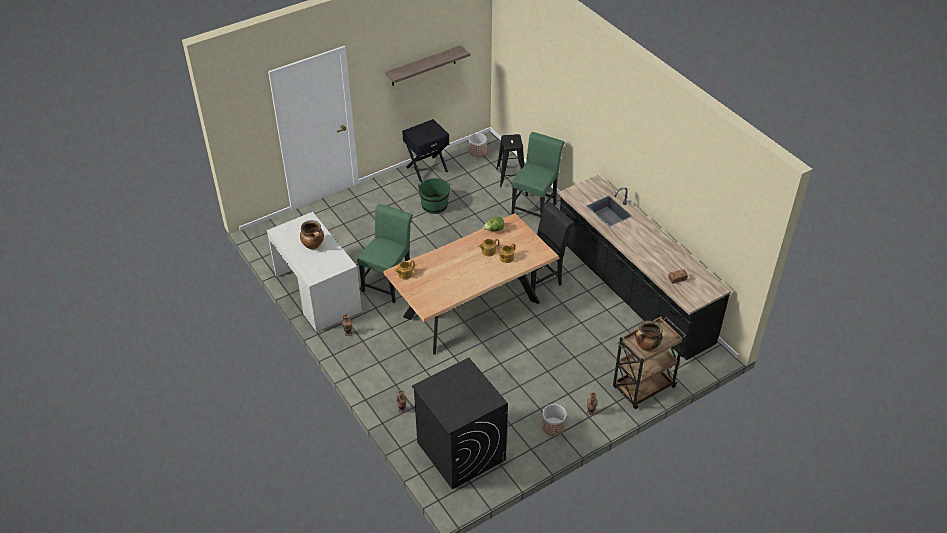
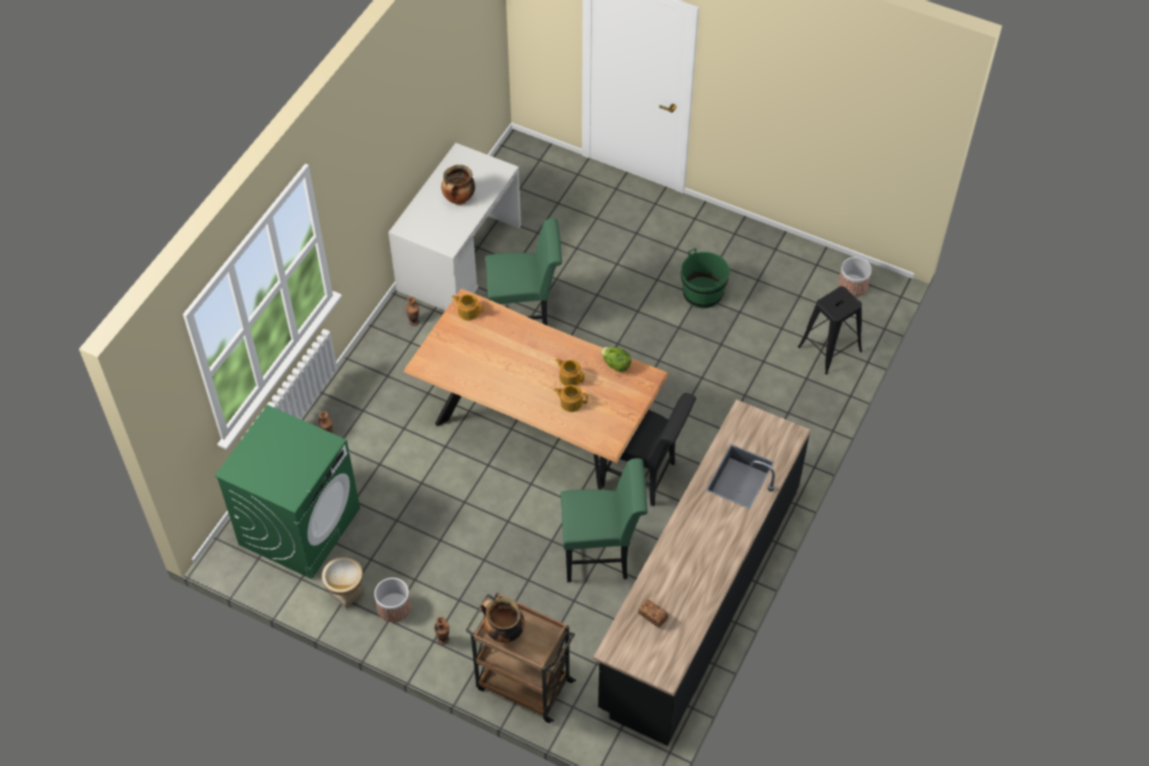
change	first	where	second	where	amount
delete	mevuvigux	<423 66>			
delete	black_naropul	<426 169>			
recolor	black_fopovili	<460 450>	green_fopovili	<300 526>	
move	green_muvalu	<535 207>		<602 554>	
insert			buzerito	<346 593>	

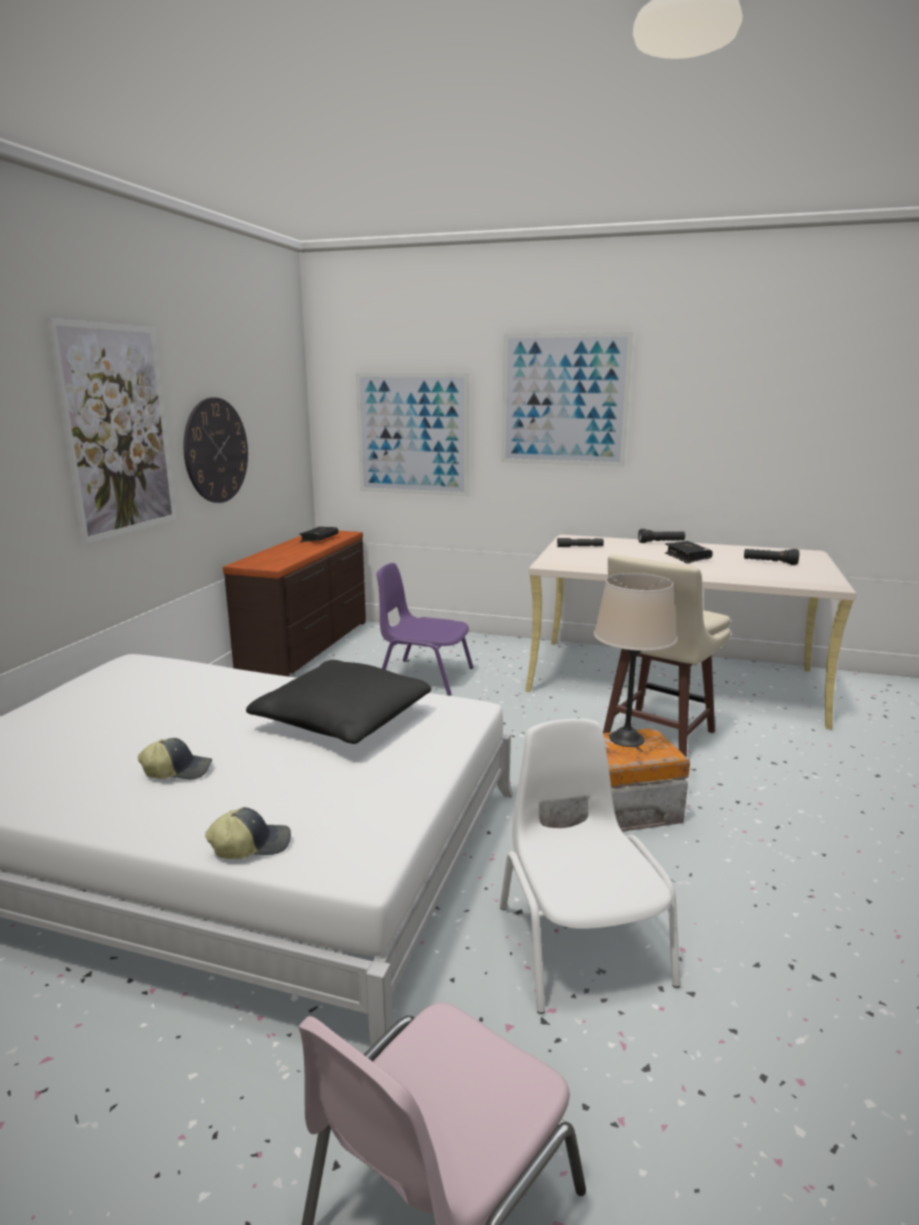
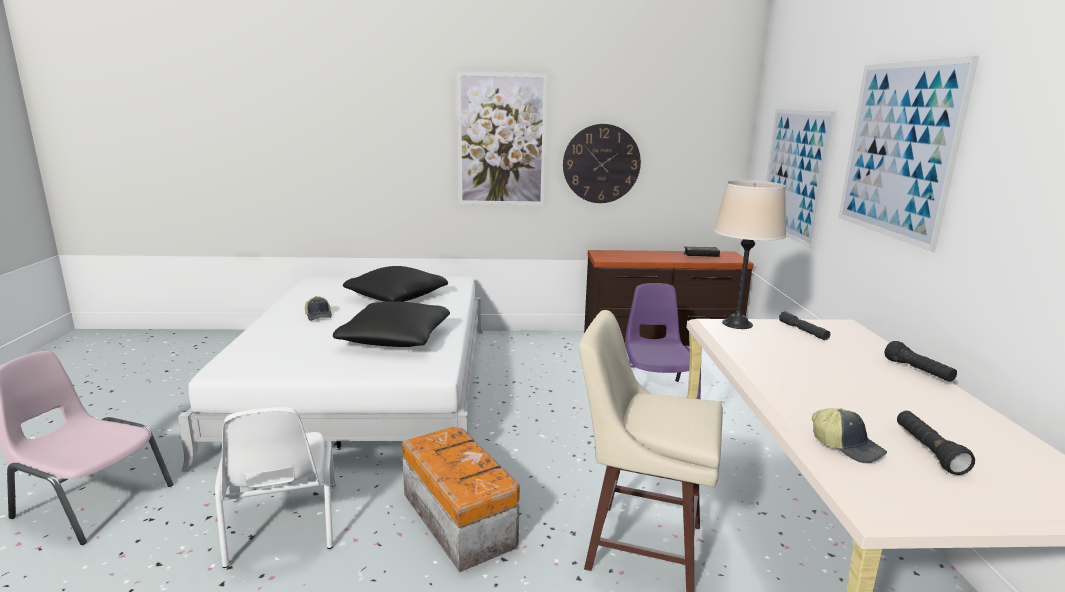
change	first	where	second	where	amount
move	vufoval	<251 845>		<847 446>	
rotate	white_muvalu	<581 942>		<281 524>	105 degrees clockwise
move	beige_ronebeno	<626 739>		<737 324>	
delete	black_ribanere	<687 557>			
insert			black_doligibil	<397 297>	

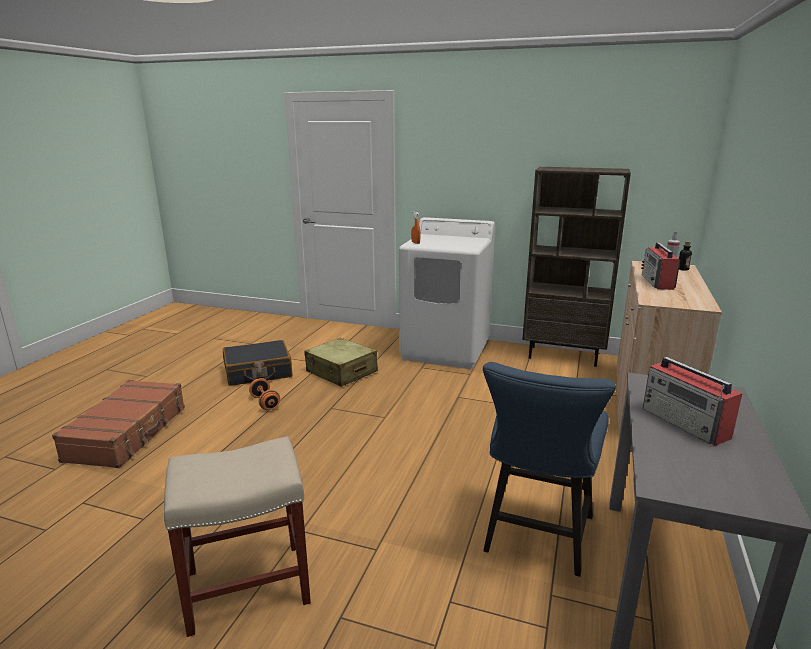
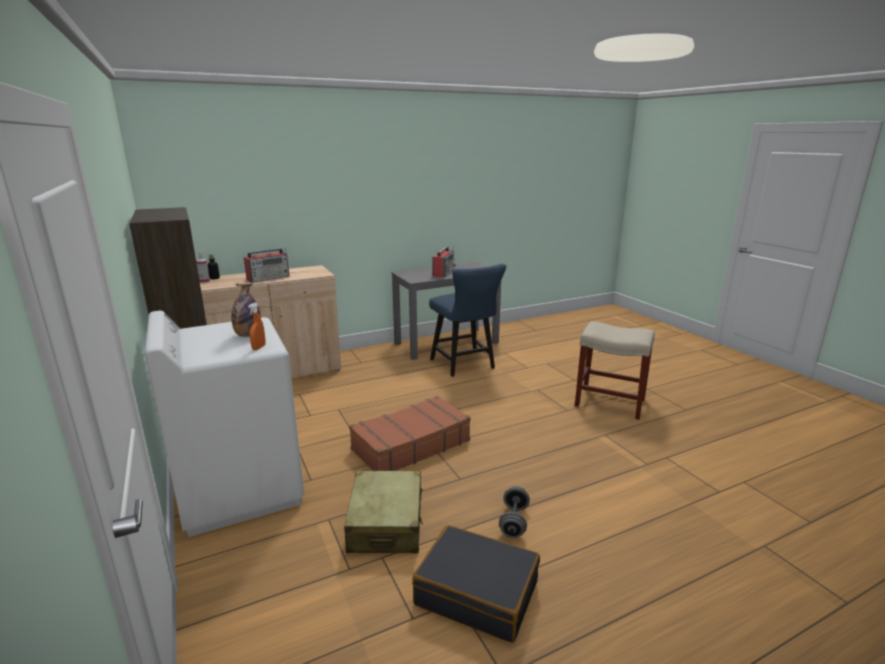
change	first	where	second	where	amount
move	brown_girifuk	<128 433>		<410 445>	
recolor	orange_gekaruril	<265 403>	grey_gekaruril	<514 522>	
rotate	blue_muvalu	<536 539>		<465 365>	90 degrees clockwise
insert			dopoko	<248 335>	

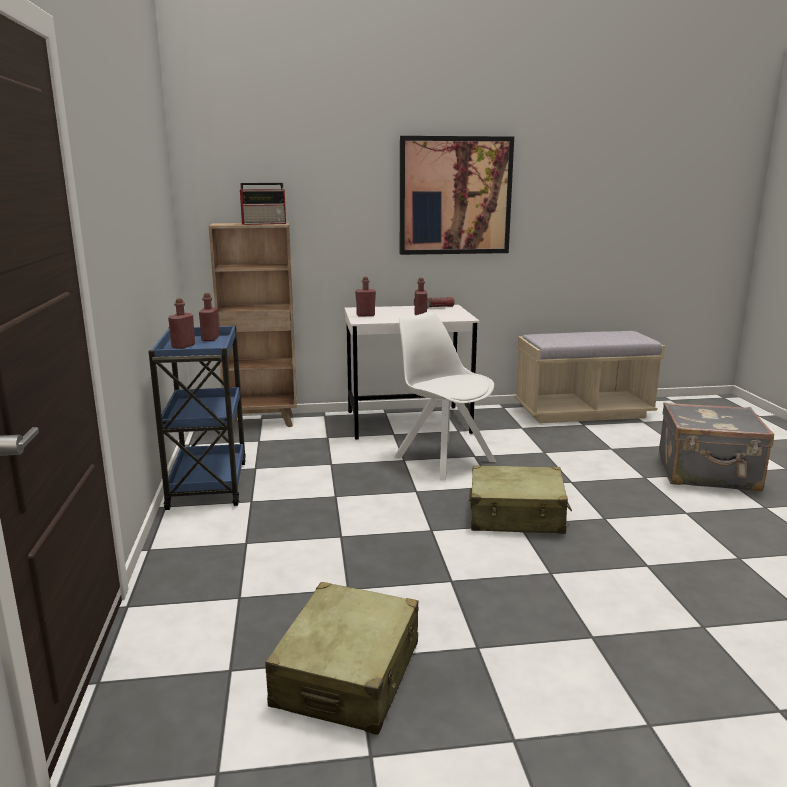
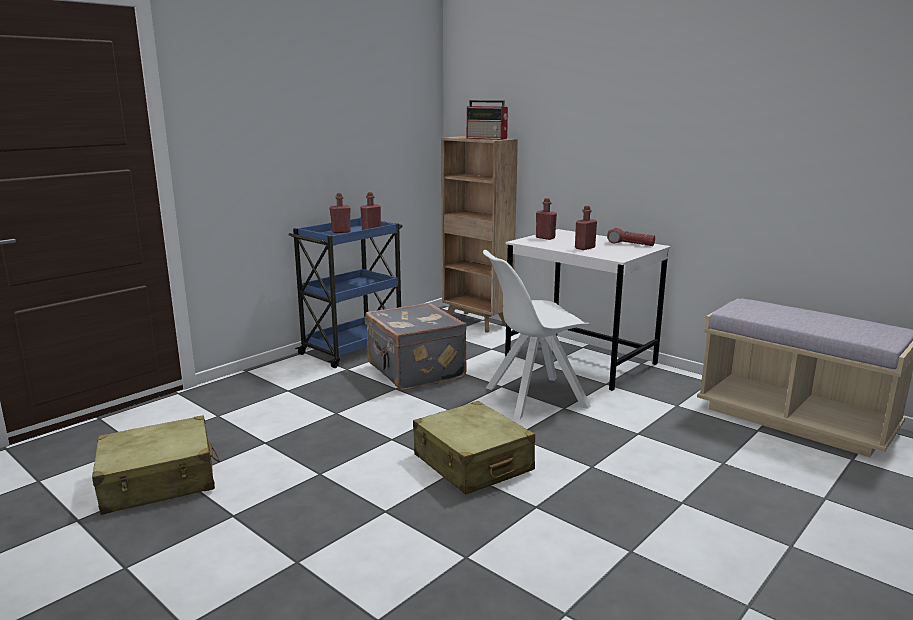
change	first	where	second	where	amount
rotate	white_muvalu	<442 458>		<533 398>	120 degrees counterclockwise
delete	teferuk	<455 196>			
move	grey_girifuk	<708 475>		<414 372>	

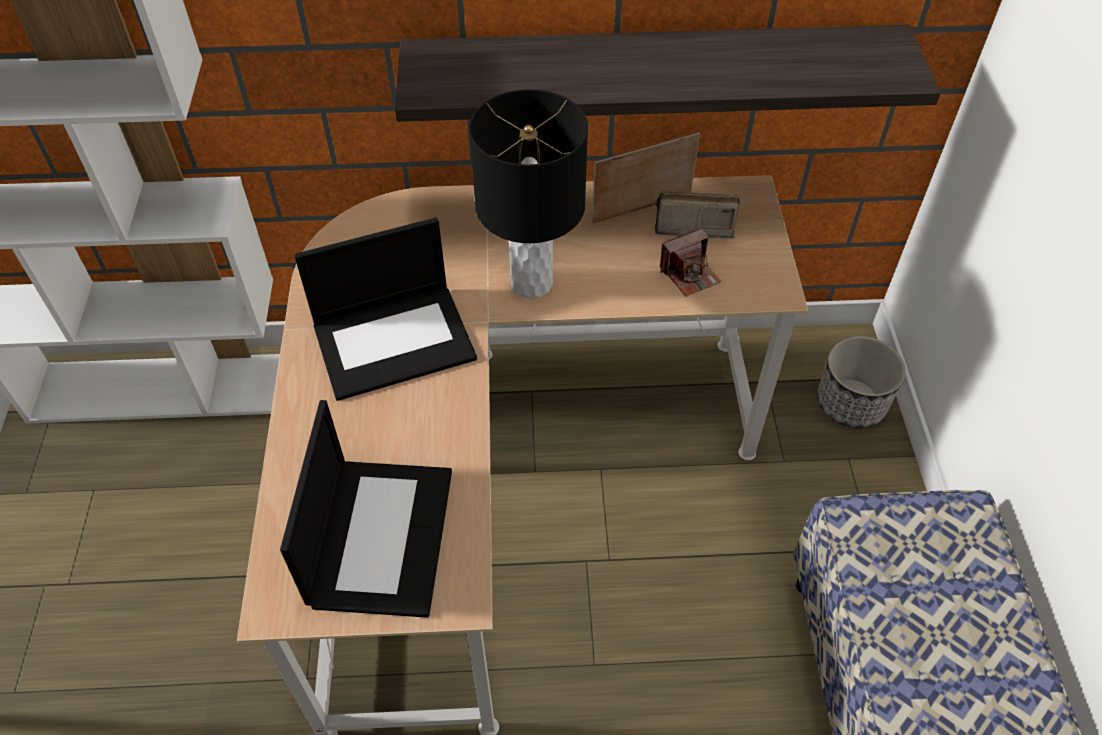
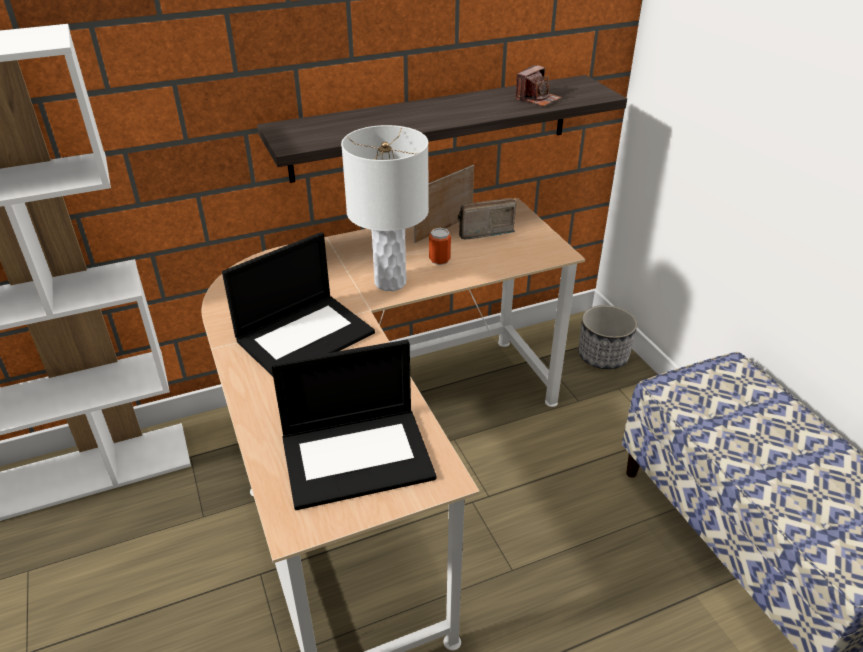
change	first	where	second	where	amount
rotate	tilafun	<380 535>		<358 455>	90 degrees clockwise
recolor	black_ronebeno	<531 283>	white_ronebeno	<390 283>	
move	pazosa	<689 274>		<537 99>	
insert			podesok	<439 260>	

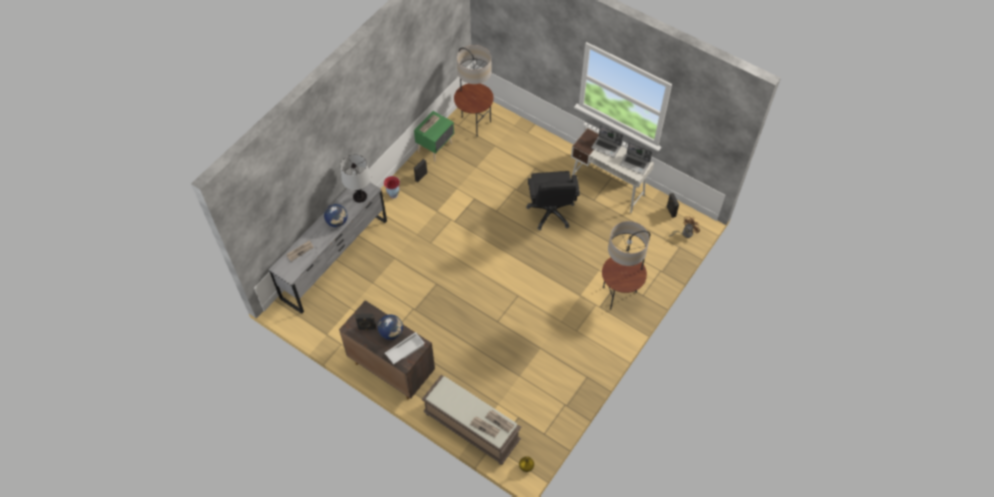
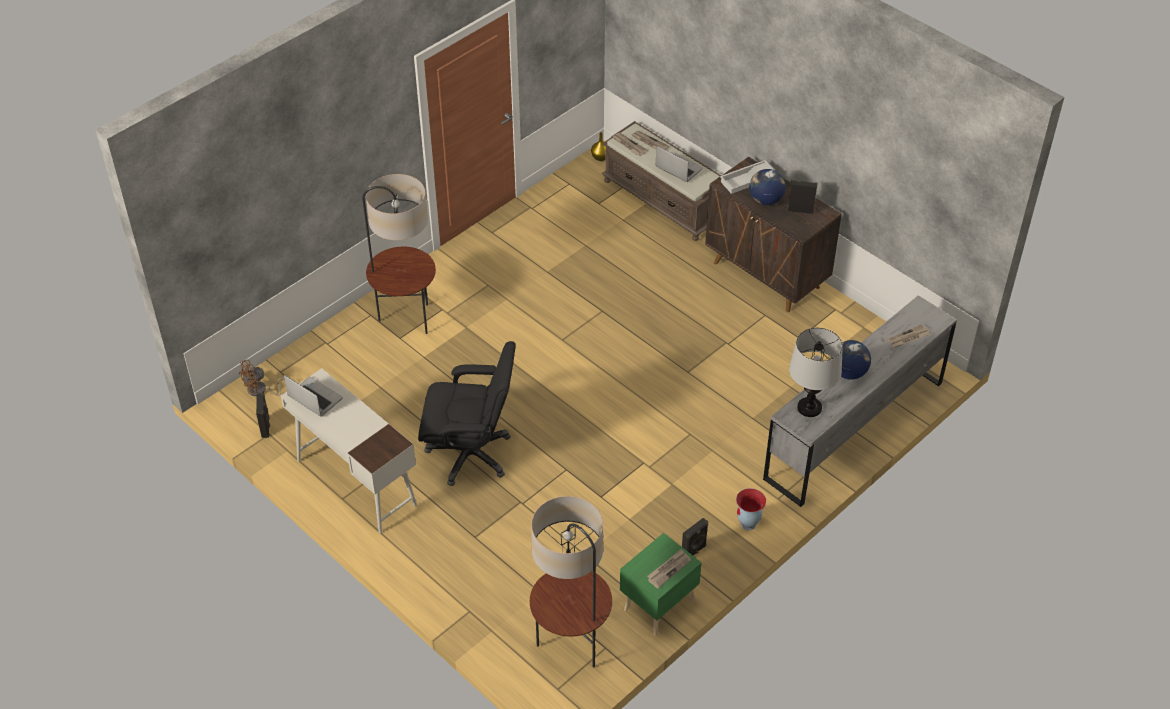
change	first	where	second	where	amount
rotate	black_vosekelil	<551 212>		<471 454>	90 degrees clockwise
move	tilafun	<606 147>		<678 168>	

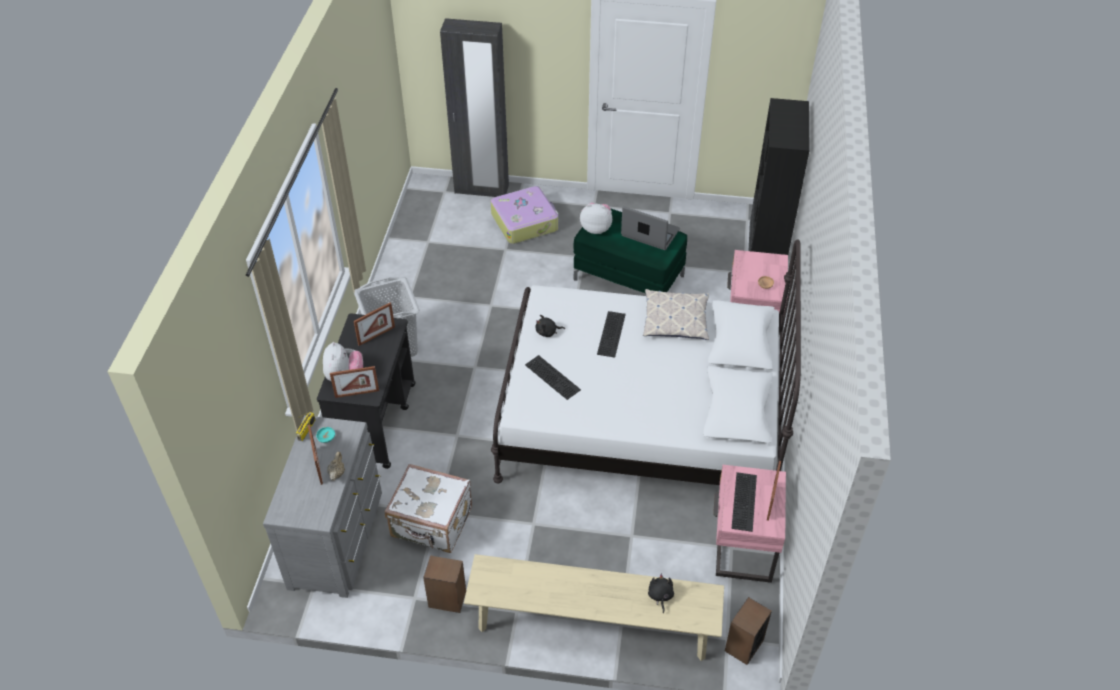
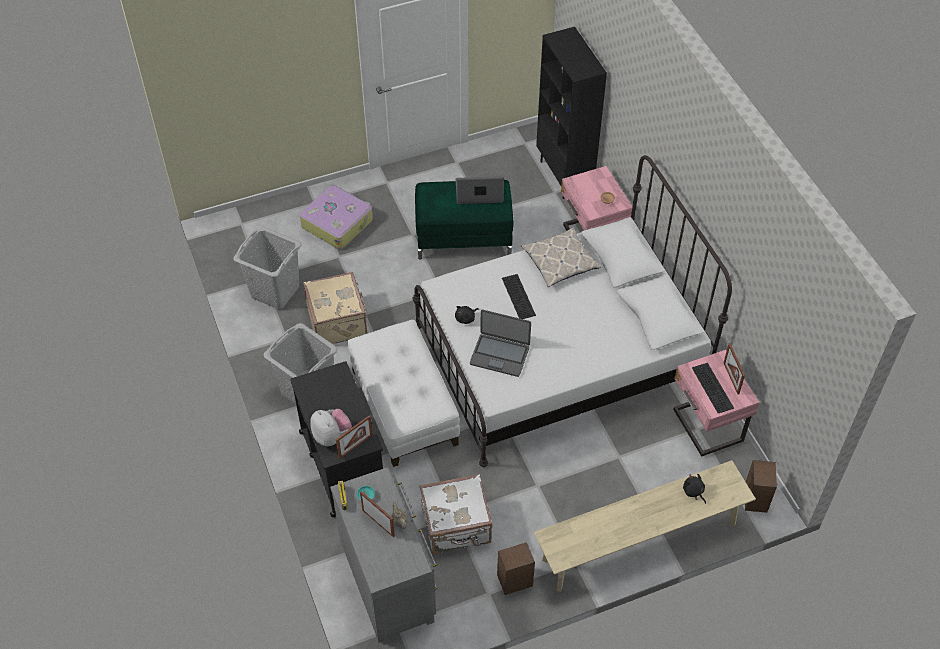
change	first	where	second	where	amount
delete	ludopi	<376 336>			
delete	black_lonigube	<481 189>			
replace	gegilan	<554 377>	tilafun	<500 355>	
delete	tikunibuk	<596 228>			
insert			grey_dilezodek	<275 291>	
insert			beige_girifuk	<338 321>	
insert			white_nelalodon	<405 406>	

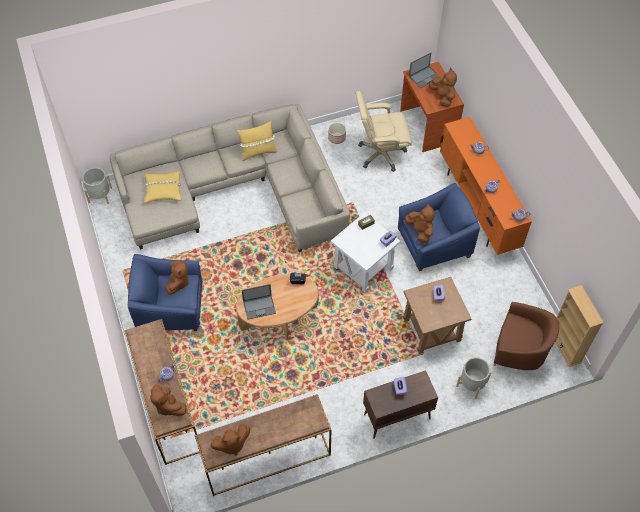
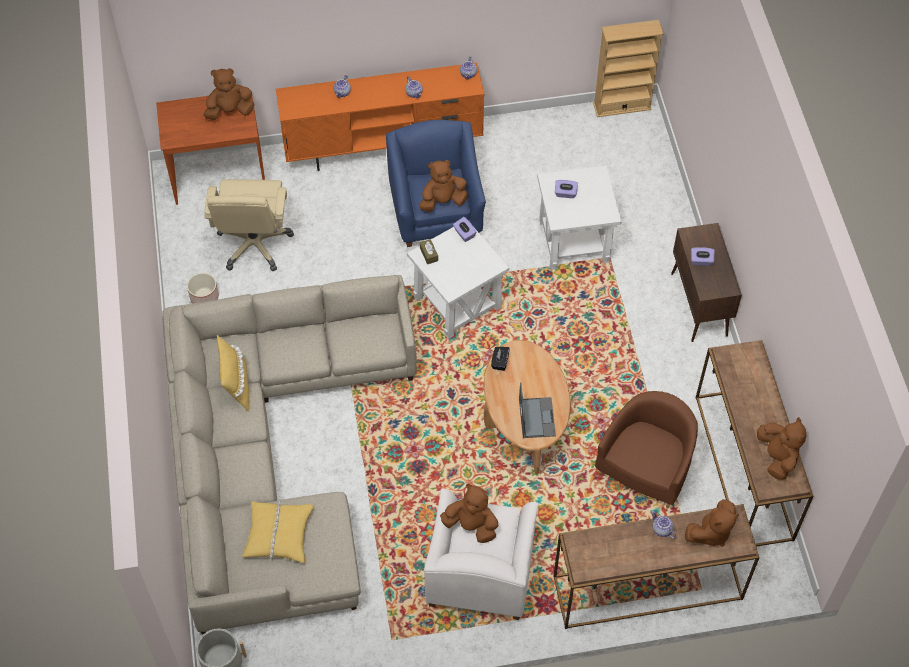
change	first	where	second	where	amount
recolor	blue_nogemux	<170 308>	white_nogemux	<480 571>	
recolor	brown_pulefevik	<431 330>	white_pulefevik	<574 241>	
delete	tilafun	<424 77>			
delete	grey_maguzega	<471 384>			
move	brown_nogemux	<519 350>		<646 467>	

